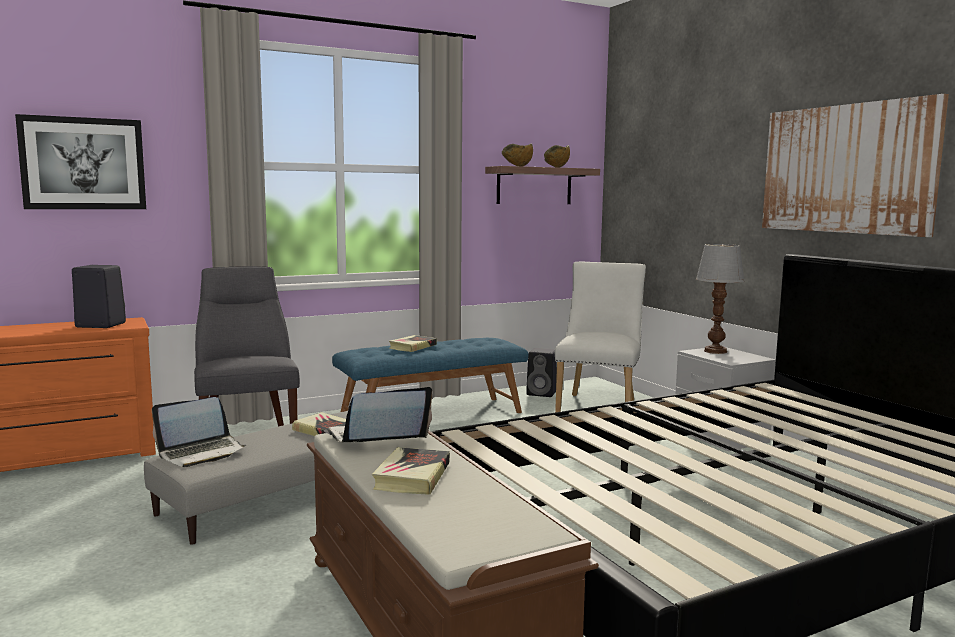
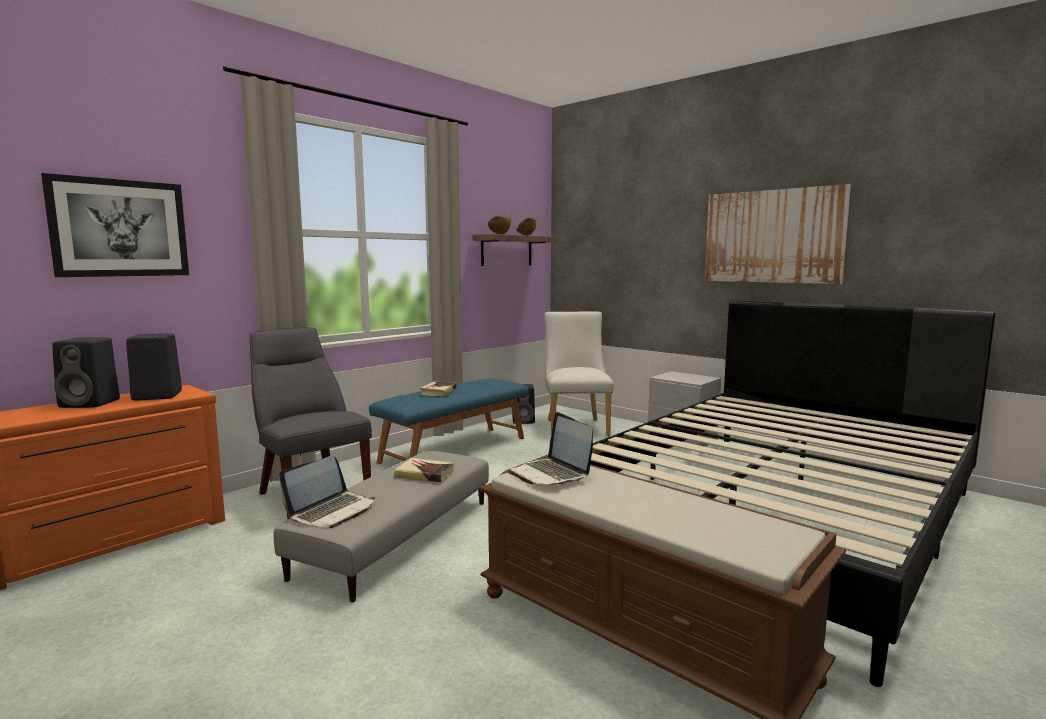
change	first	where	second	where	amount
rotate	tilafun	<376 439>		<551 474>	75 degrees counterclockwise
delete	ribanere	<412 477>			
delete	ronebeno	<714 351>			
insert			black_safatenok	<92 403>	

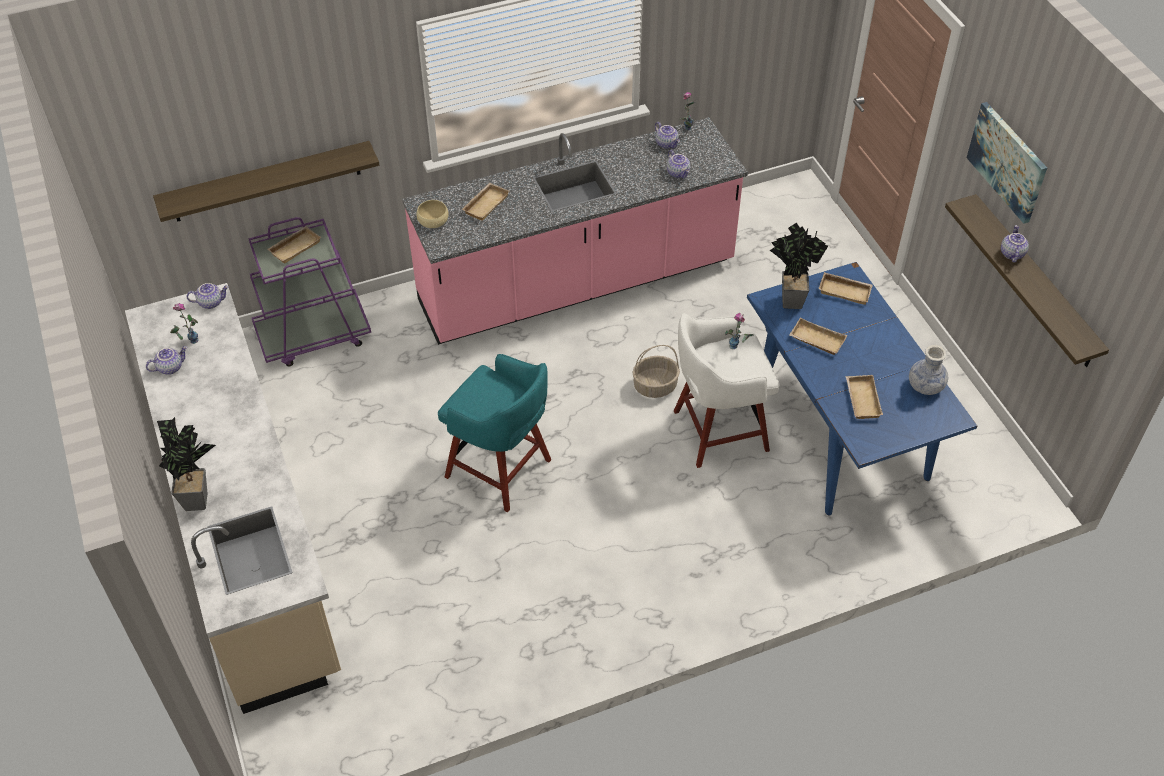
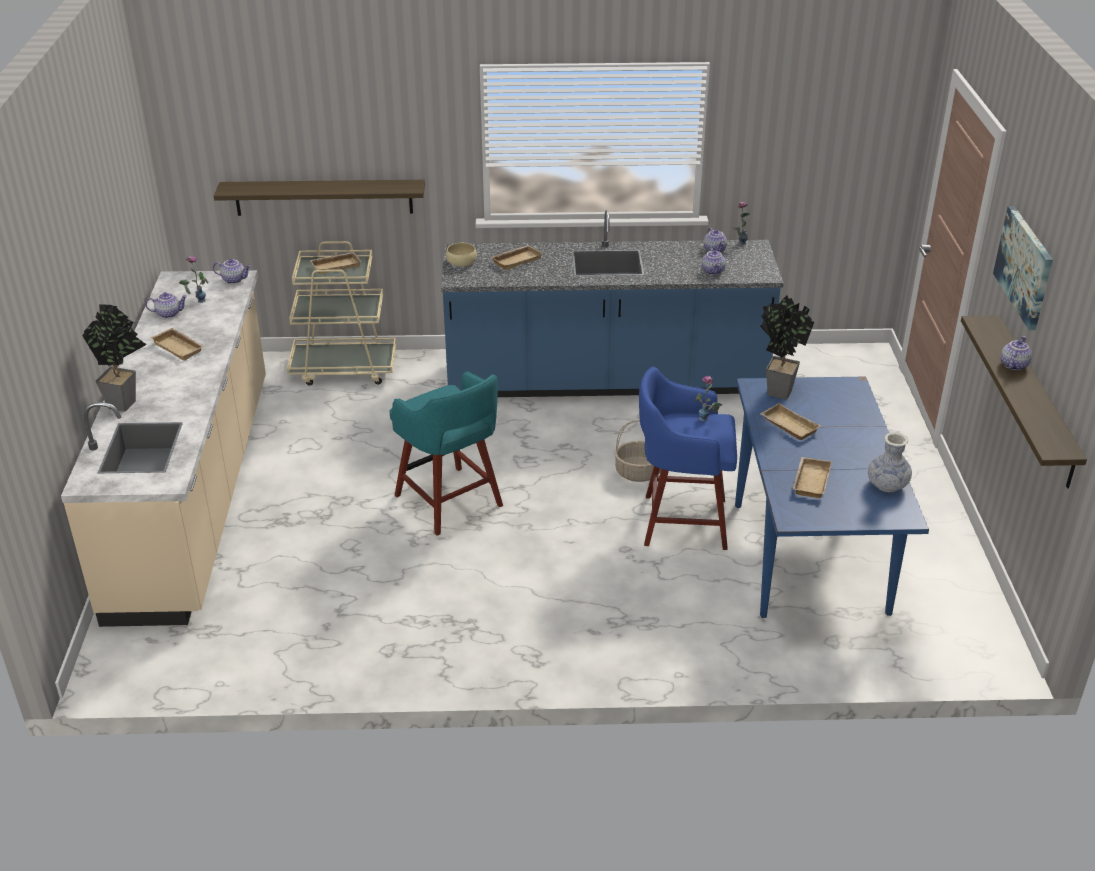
change	first	where	second	where	amount
recolor	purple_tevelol	<314 335>	beige_tevelol	<344 368>	
recolor	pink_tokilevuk	<577 284>	blue_tokilevuk	<606 382>	
recolor	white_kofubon	<717 431>	blue_kofubon	<681 521>	
move	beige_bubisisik	<845 290>		<180 347>	

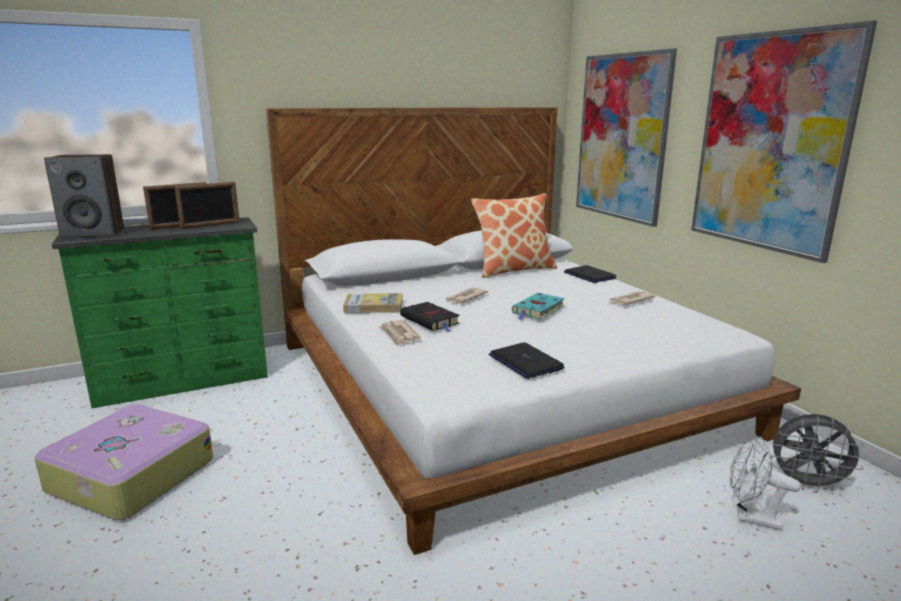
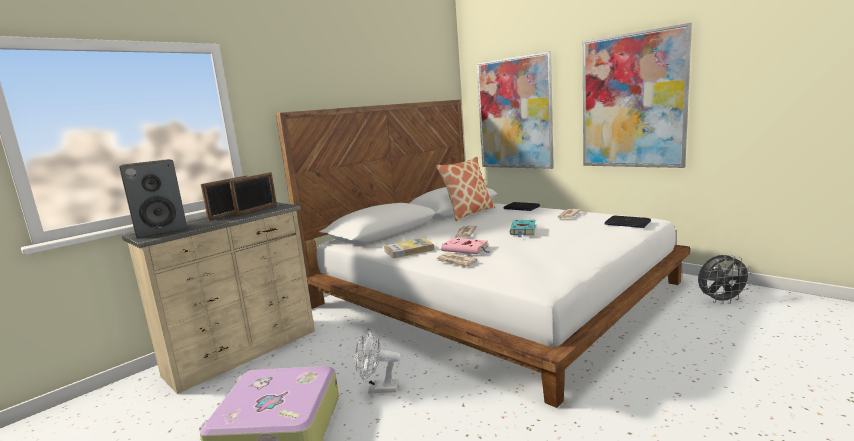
change	first	where	second	where	amount
recolor	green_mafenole	<184 382>	beige_mafenole	<245 353>	
recolor	black_ribanere	<431 320>	pink_ribanere	<466 249>	
move	tilafun	<525 362>		<627 223>	
move	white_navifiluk	<751 518>		<378 389>	

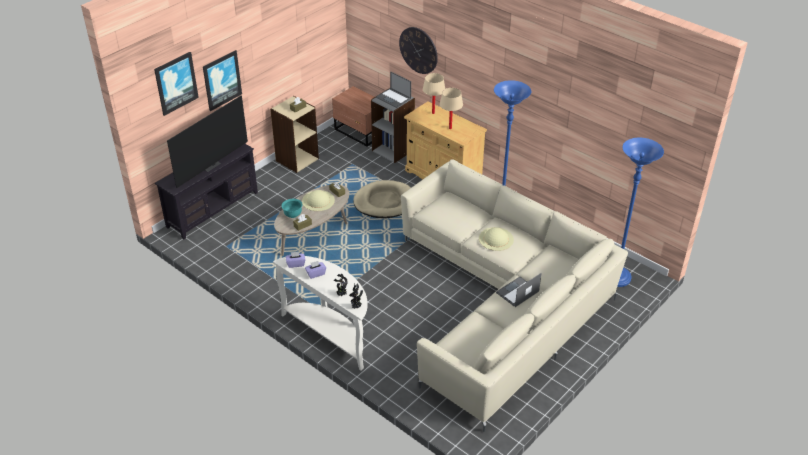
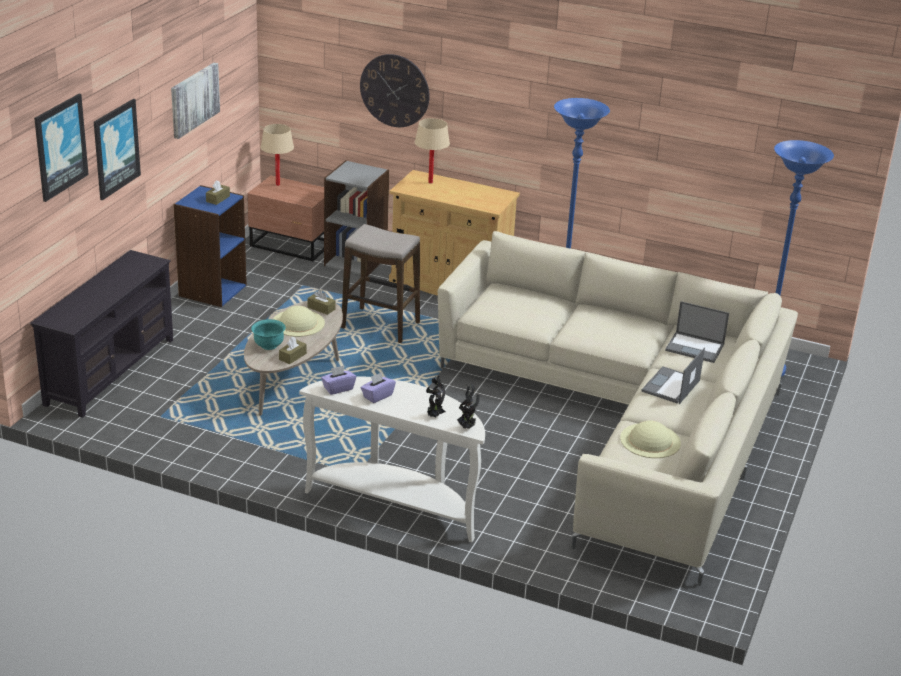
change	first	where	second	where	amount
delete	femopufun	<210 165>			
recolor	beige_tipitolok	<297 159>	blue_tipitolok	<212 290>	
replace	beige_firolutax	<384 202>	kofubon	<380 325>	
move	tilafun	<394 98>		<695 347>	
move	beige_ronebeno	<450 128>		<278 184>	
move	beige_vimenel	<496 239>		<650 440>	
insert			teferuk	<194 99>	

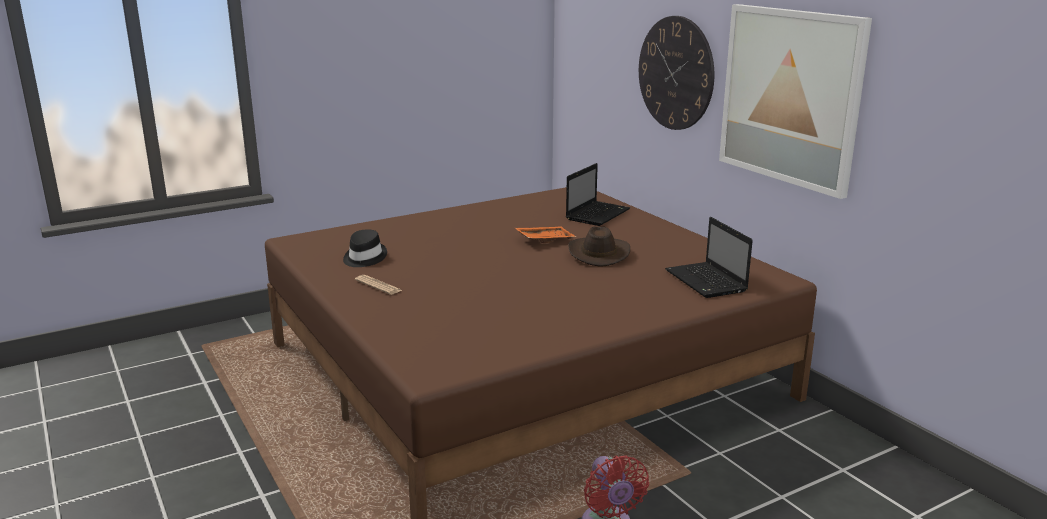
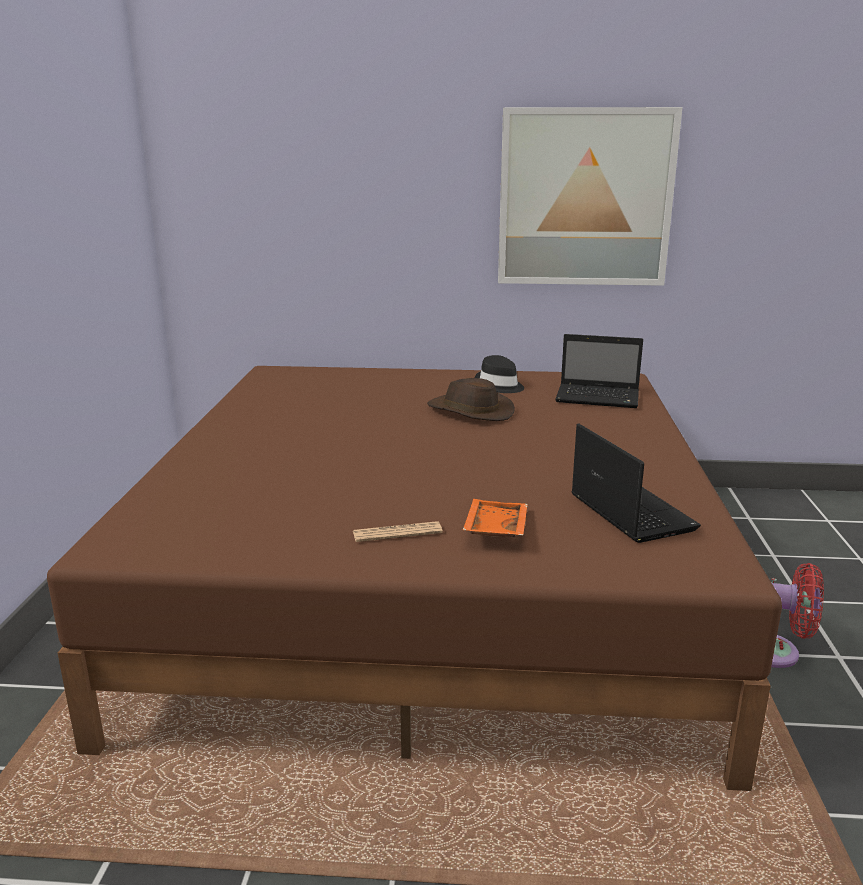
change	first	where	second	where	amount
move	black_vimenel	<364 258>		<499 385>	
move	orange_bubisisik	<544 239>		<494 529>	
move	tilafun	<598 214>		<629 512>	
delete	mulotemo	<675 73>			

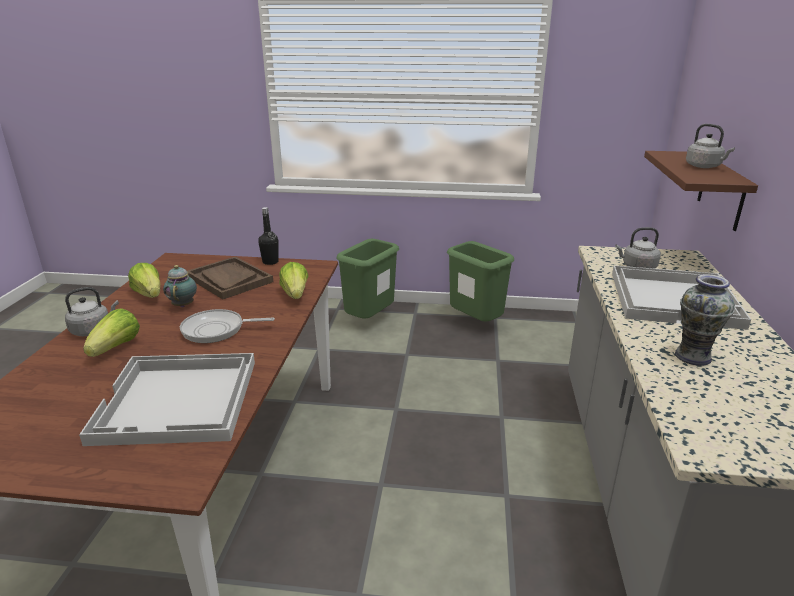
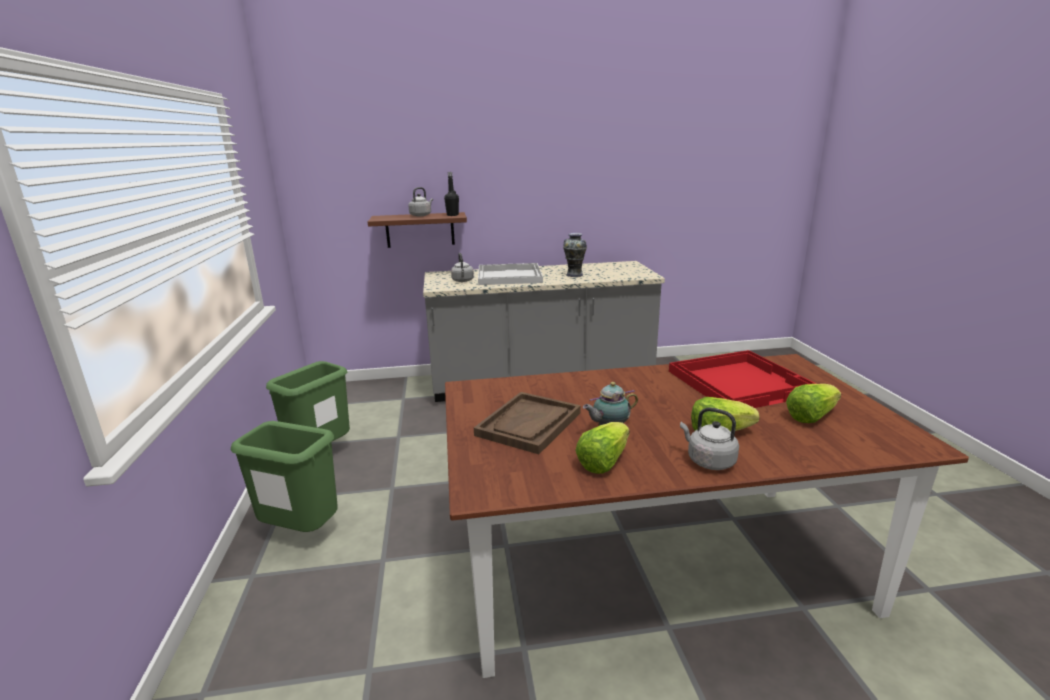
change	first	where	second	where	amount
recolor	white_bubisisik	<179 401>	red_bubisisik	<740 382>	
delete	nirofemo	<217 330>			
move	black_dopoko	<270 262>		<452 215>	
move	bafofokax	<295 294>		<811 416>	

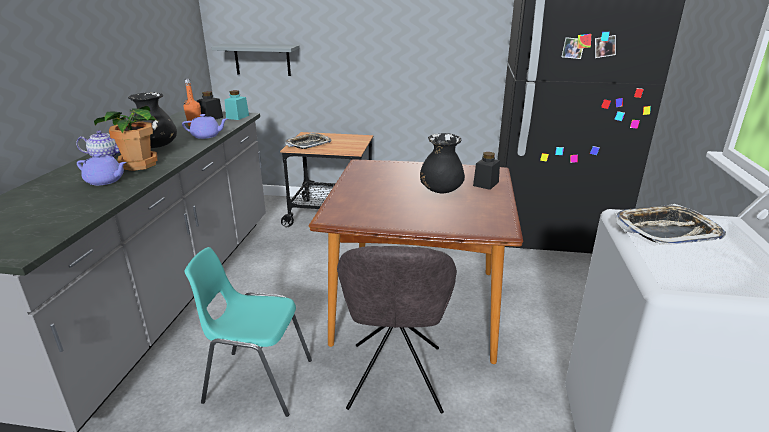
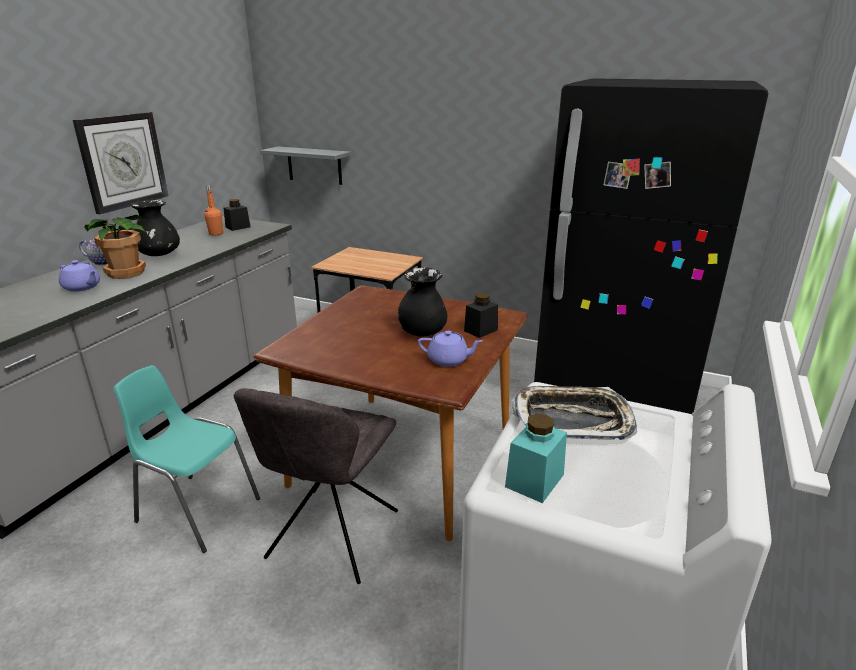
change	first	where	second	where	amount
move	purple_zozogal	<207 136>		<449 360>	
move	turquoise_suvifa	<237 117>		<534 480>	
delete	bubisisik	<308 144>			
insert			mulotemo	<123 161>	

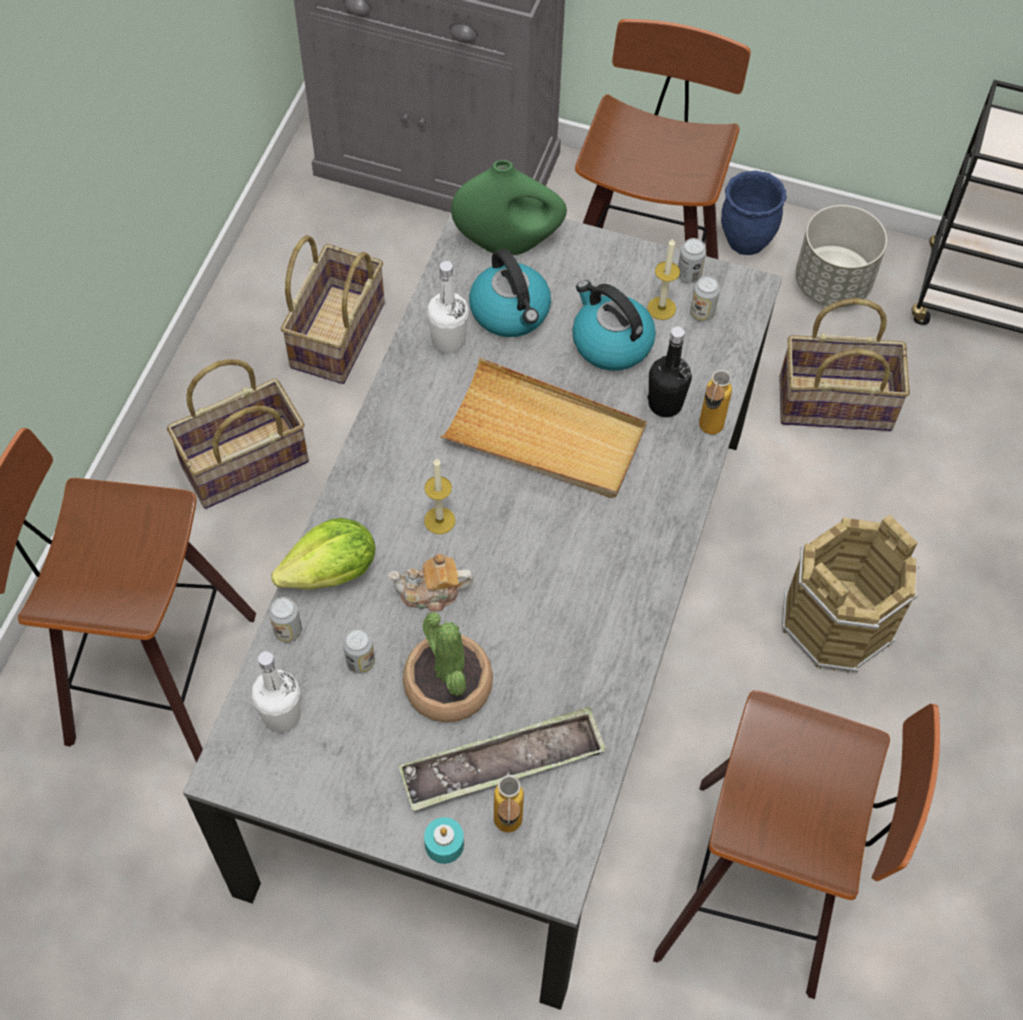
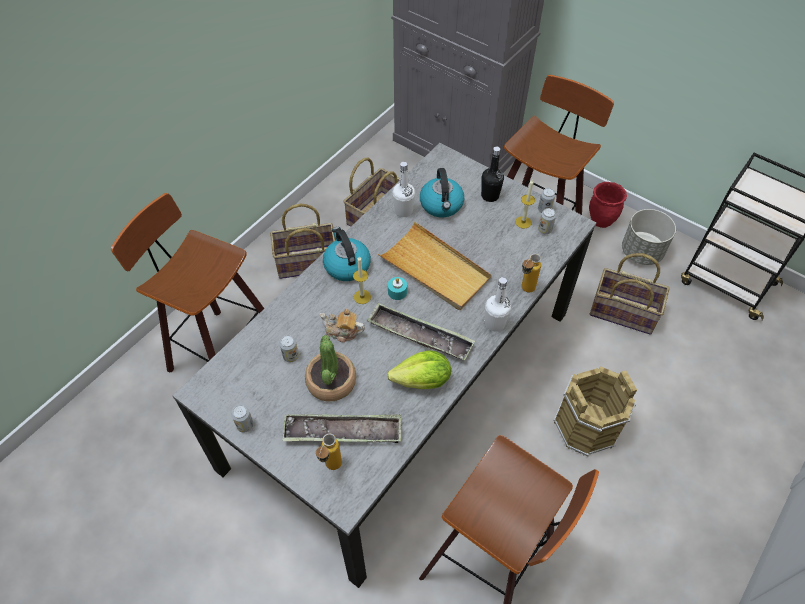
change	first	where	second	where	amount
move	white_dopoko	<281 715>		<494 323>	
move	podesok	<288 631>		<245 425>	
move	bafofokax	<332 573>		<422 381>	
move	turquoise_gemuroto	<444 844>		<397 292>	
delete	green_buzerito	<508 242>			
move	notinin	<610 342>		<346 265>	
move	black_dopoko	<665 404>		<490 196>	
recolor	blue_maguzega	<746 241>	red_maguzega	<601 220>	
insert			bubisisik	<420 335>	

